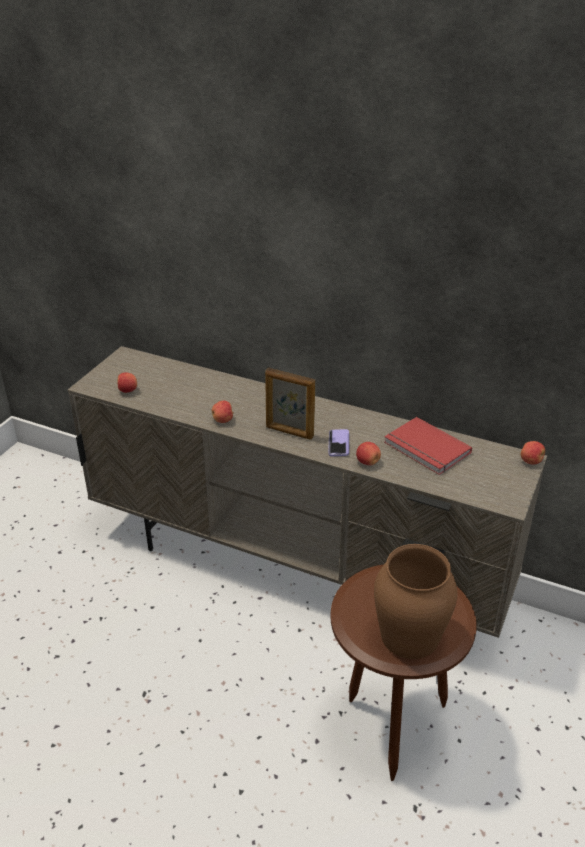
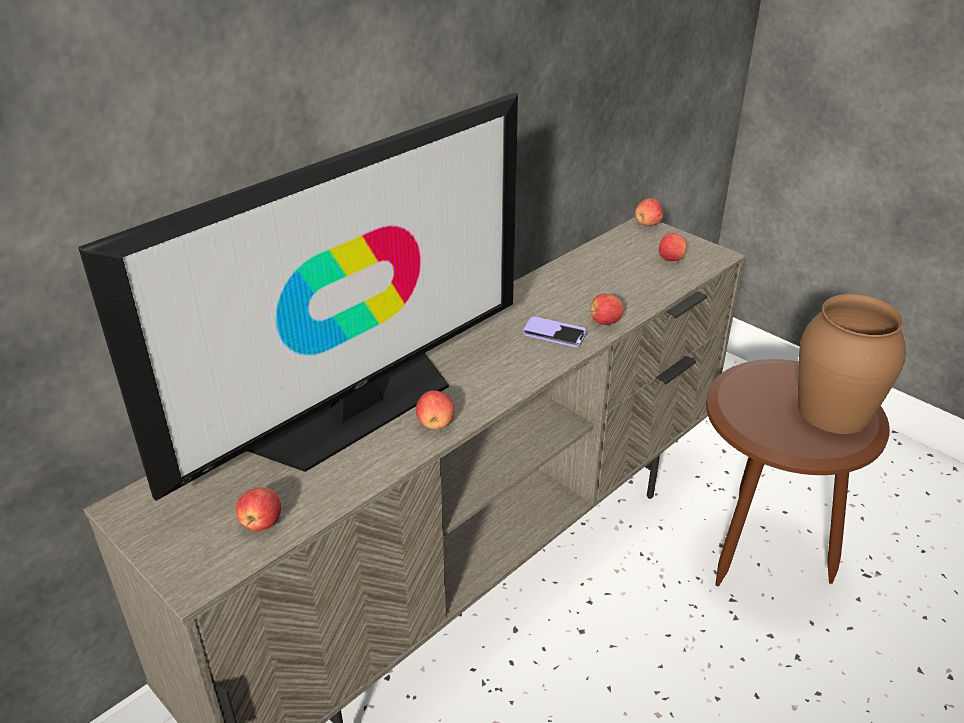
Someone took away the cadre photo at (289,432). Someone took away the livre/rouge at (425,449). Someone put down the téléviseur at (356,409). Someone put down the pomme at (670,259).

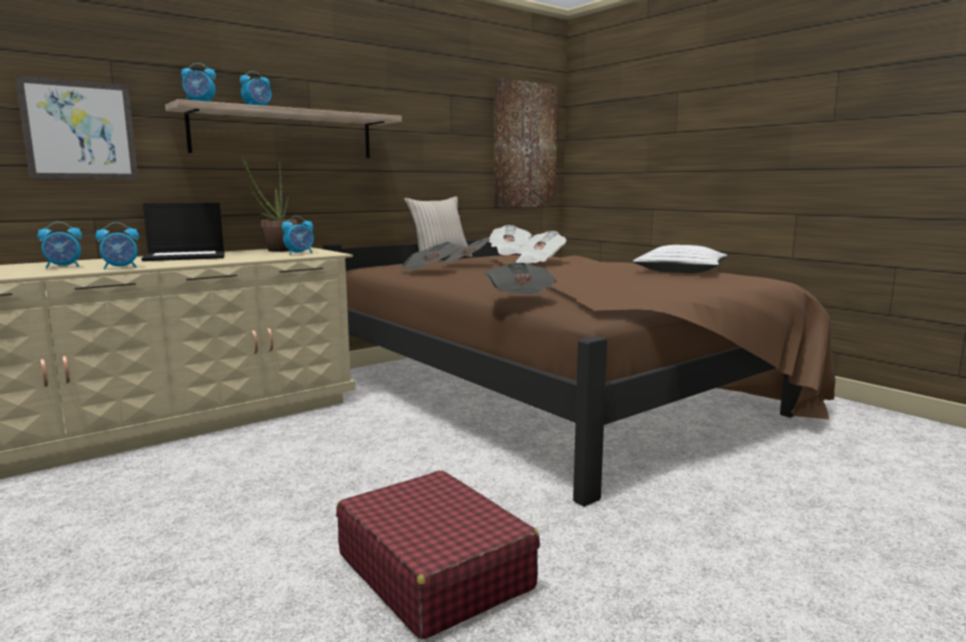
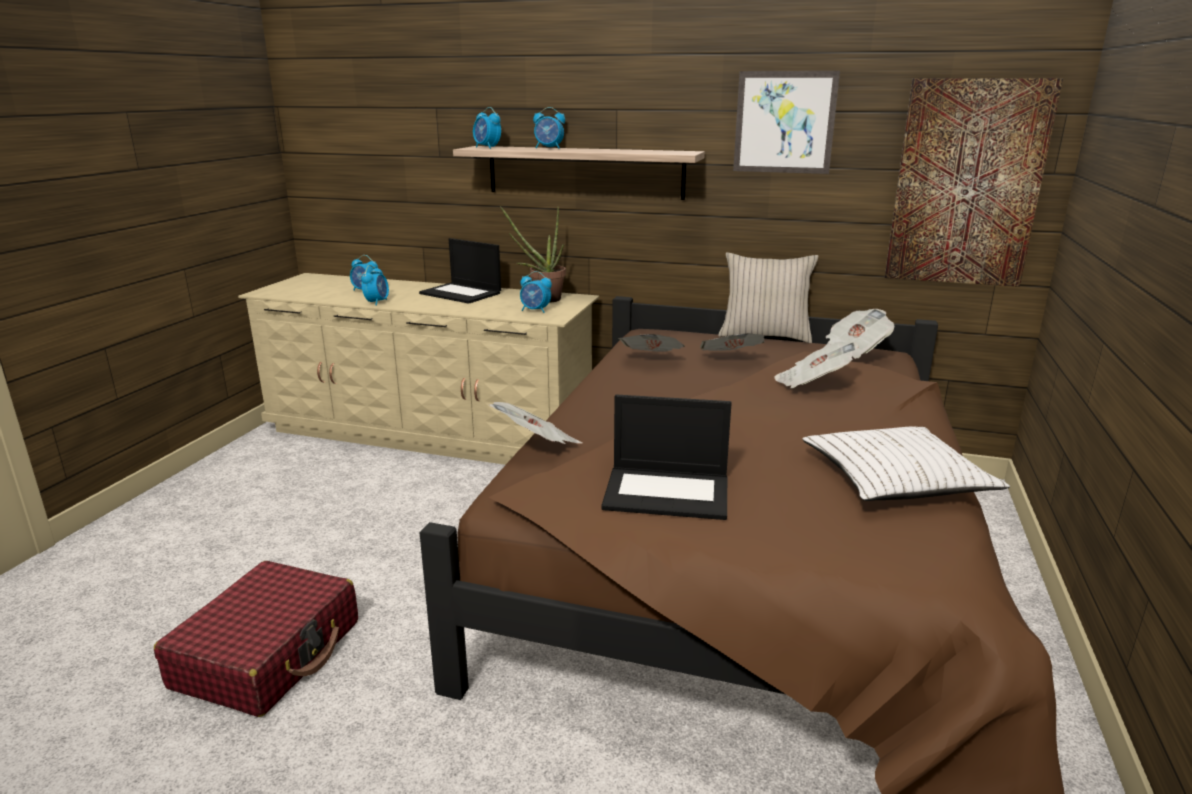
Someone carried the tableau from (79,130) to (784,122). Someone rotated the réveil at (121,268) by 105 degrees counterclockwise. Someone put down the ordinateur portable at (668,492).

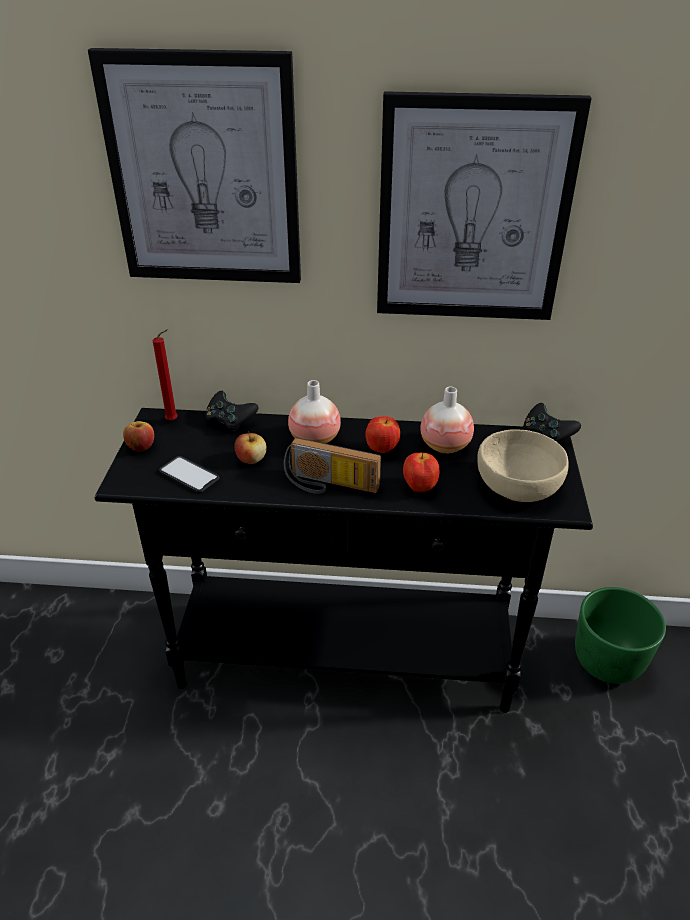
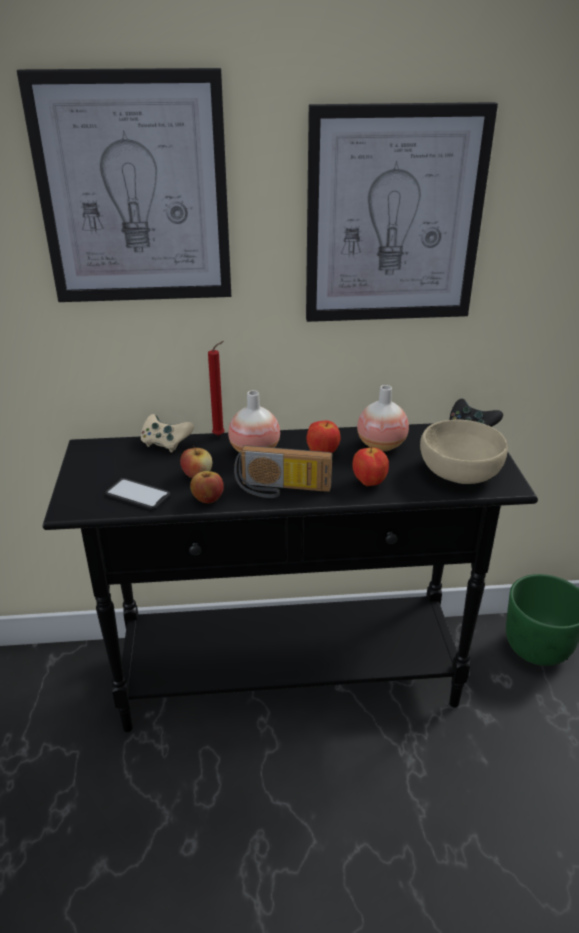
Someone carried the bougie/rouge from (174,420) to (220,435). Someone repainted the manette/noir at (230,421), which became the manette/beige at (165,443). Someone carried the pomme from (141,447) to (207,499).

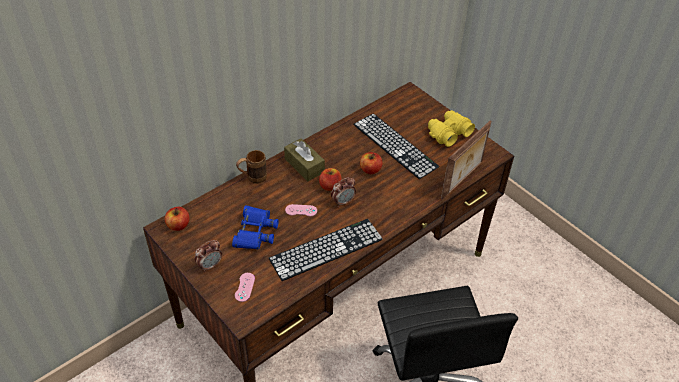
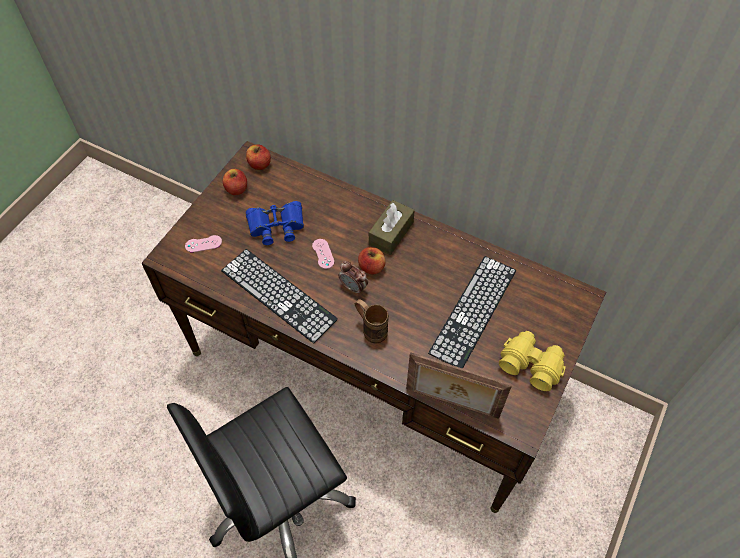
Someone carried the mug/marron from (252,178) to (370,329). Someone carried the pomme from (370,170) to (236,189). Someone took away the réveil at (210,265).

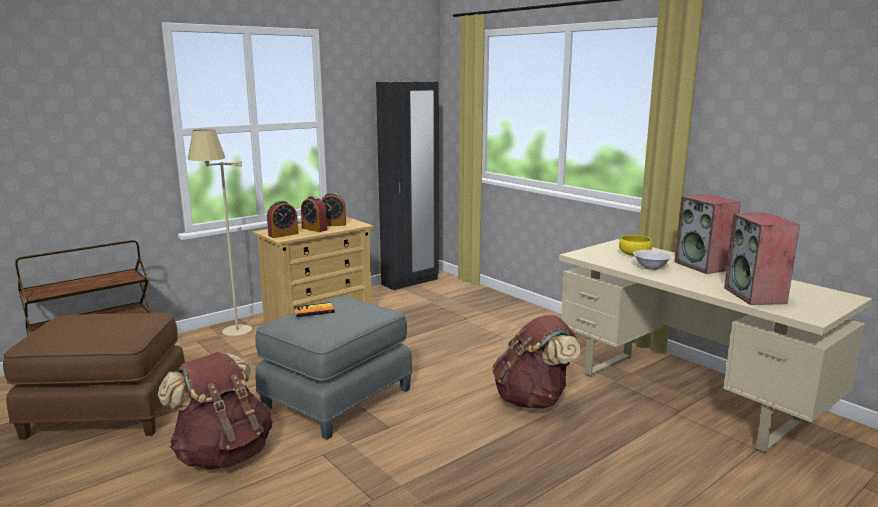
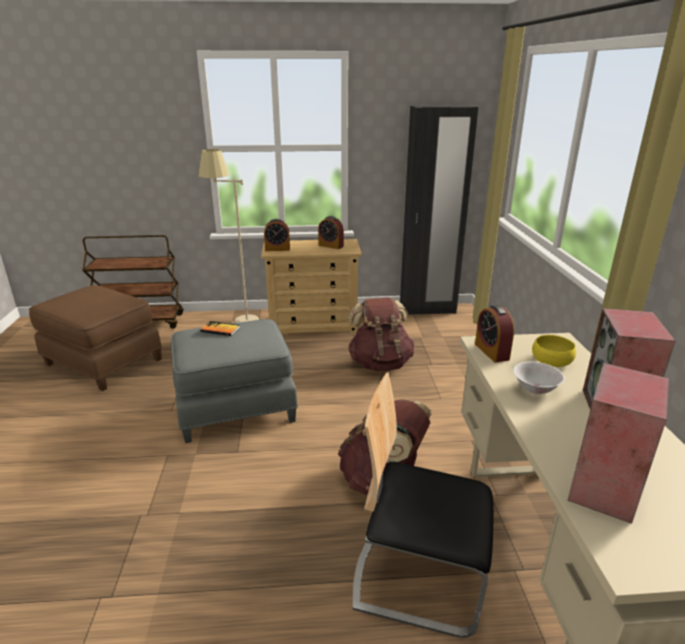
Someone carried the réveil from (314,229) to (491,351). Someone carried the sac à dos/marron from (223,454) to (380,363). Someone put down the chaise at (418,578).

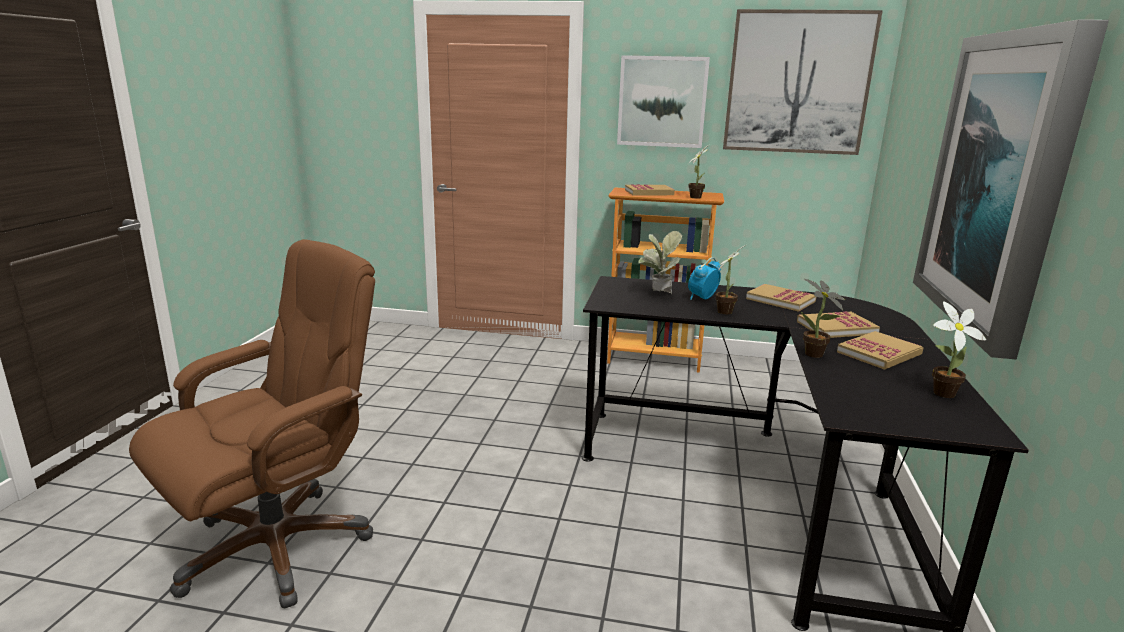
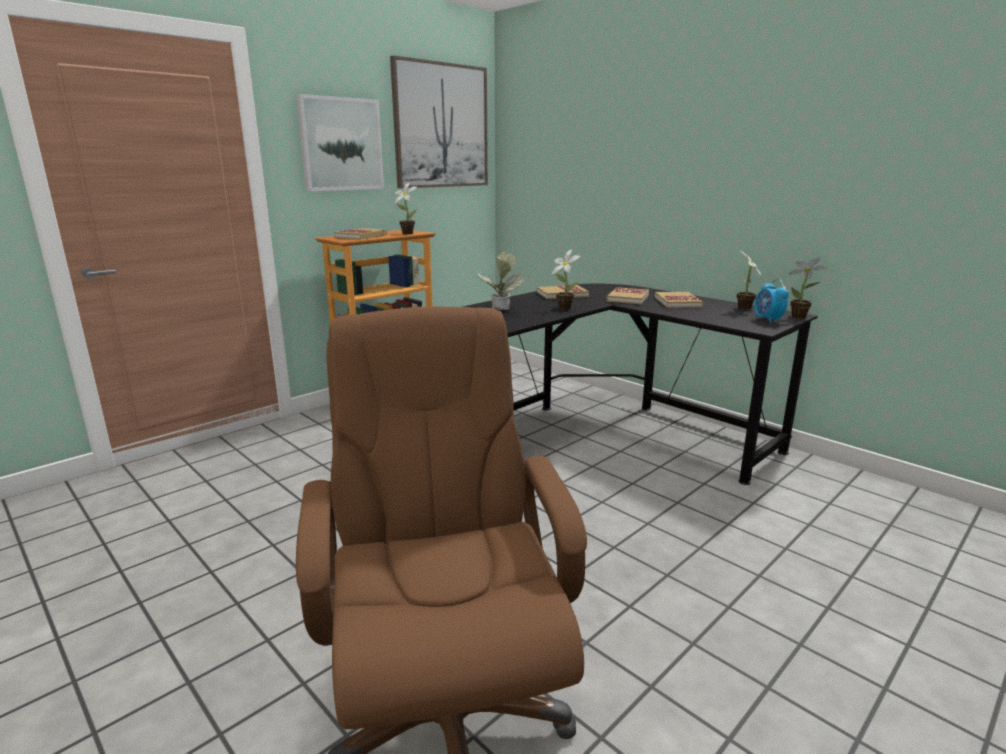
Someone took away the tableau at (998,183). Someone carried the réveil from (702,298) to (768,320). Someone carried the plante en pot from (815,355) to (801,317).

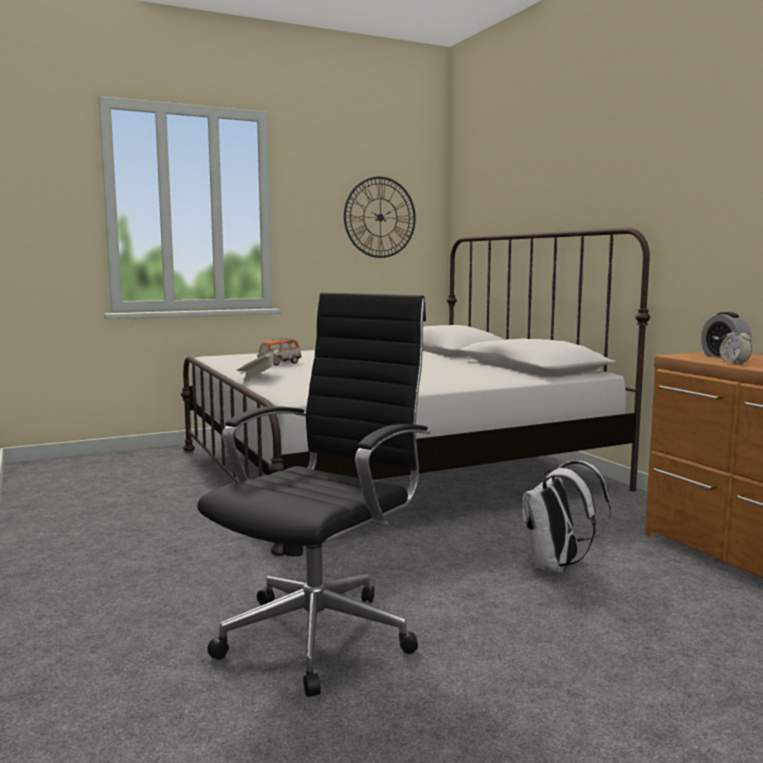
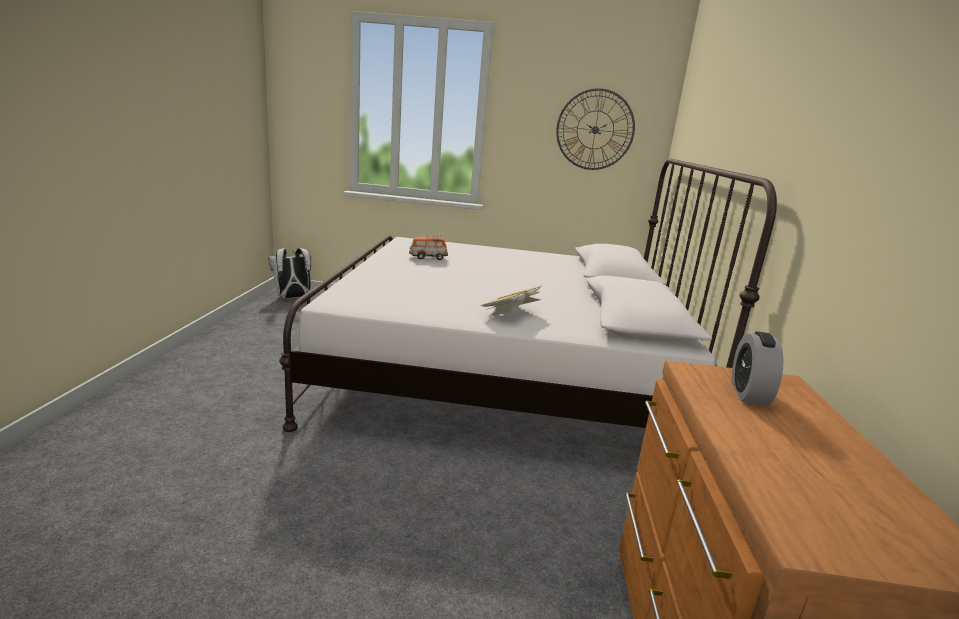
Someone took away the chaise de bureau/noir at (322,633). Someone took away the réveil at (734,363). Someone carried the livre from (260,377) to (511,314). Someone carried the sac à dos/blanc from (556,567) to (293,298).

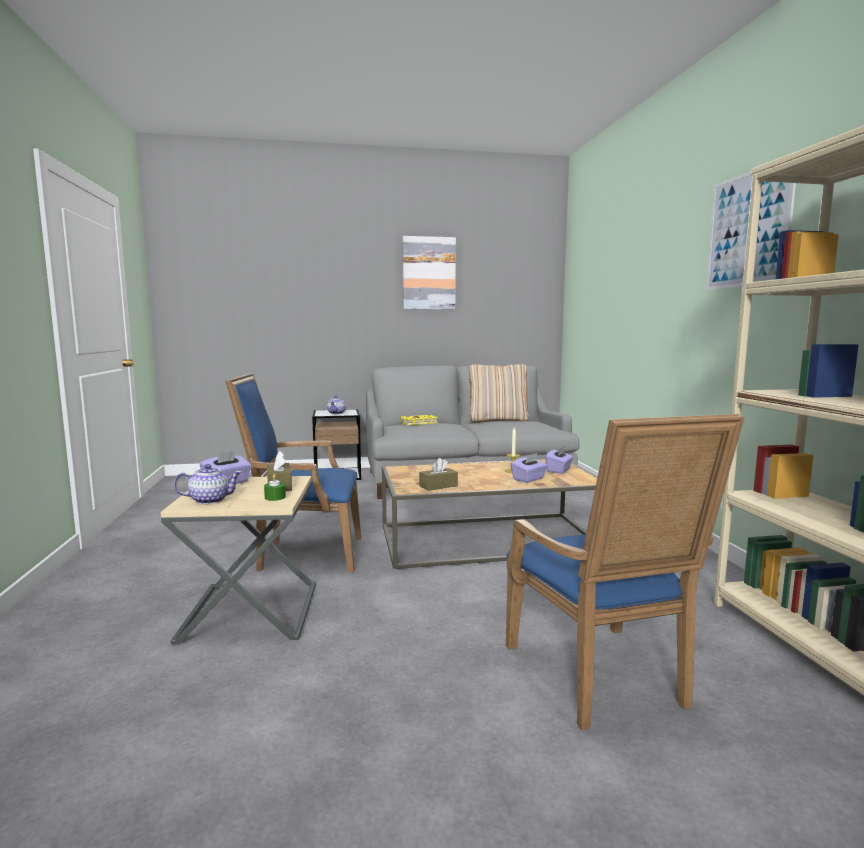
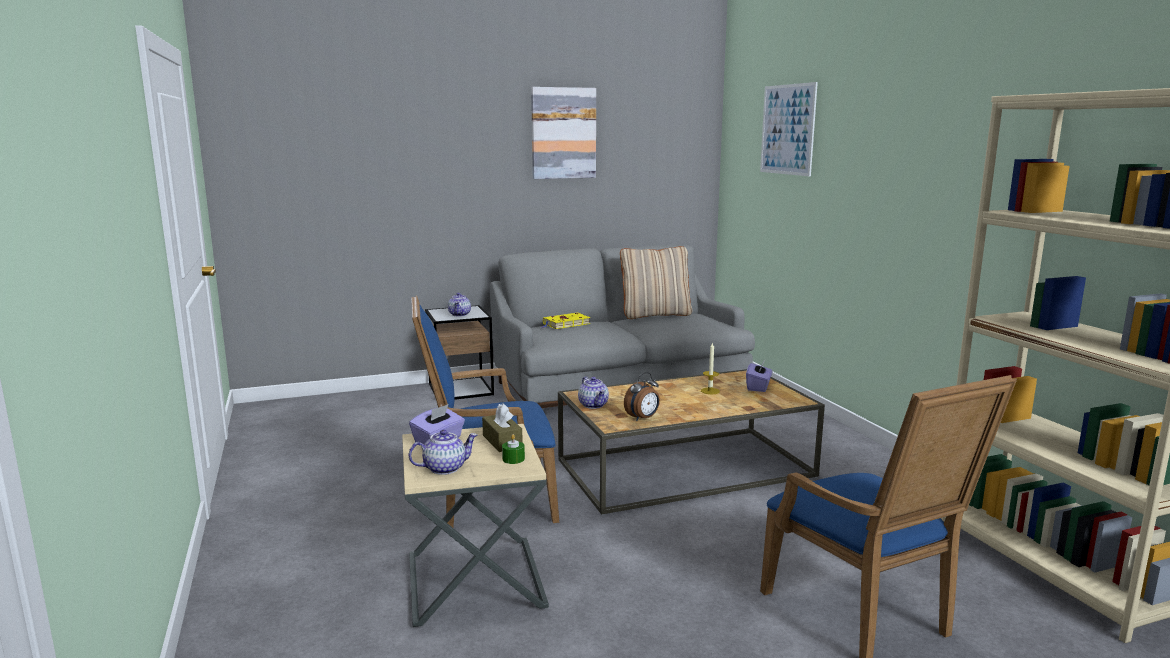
Someone carried the tableau from (748,229) to (787,129). Someone took away the boîte à mouchoirs/violet at (529,479). Someone swapped the boîte à mouchoirs/marron at (438,486) for the réveil at (643,418). Someone put down the théière at (593,405).

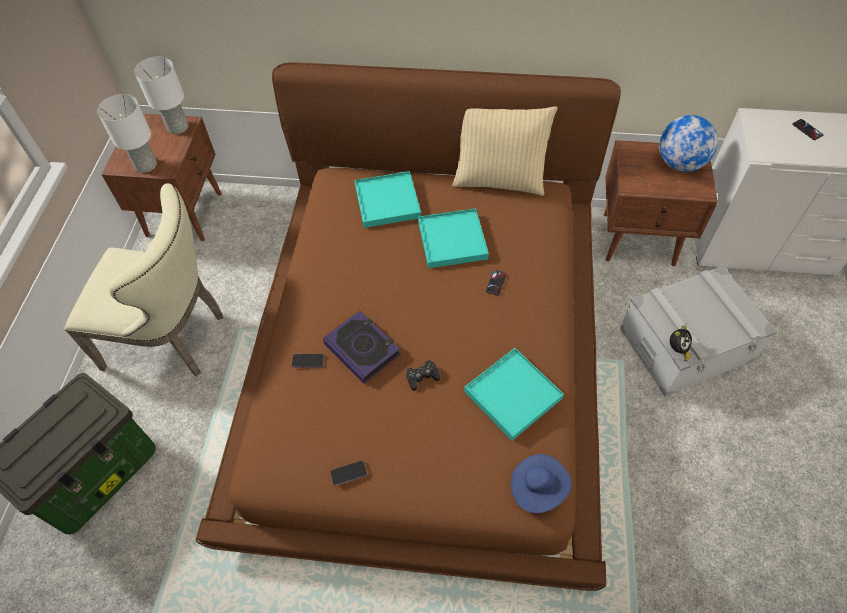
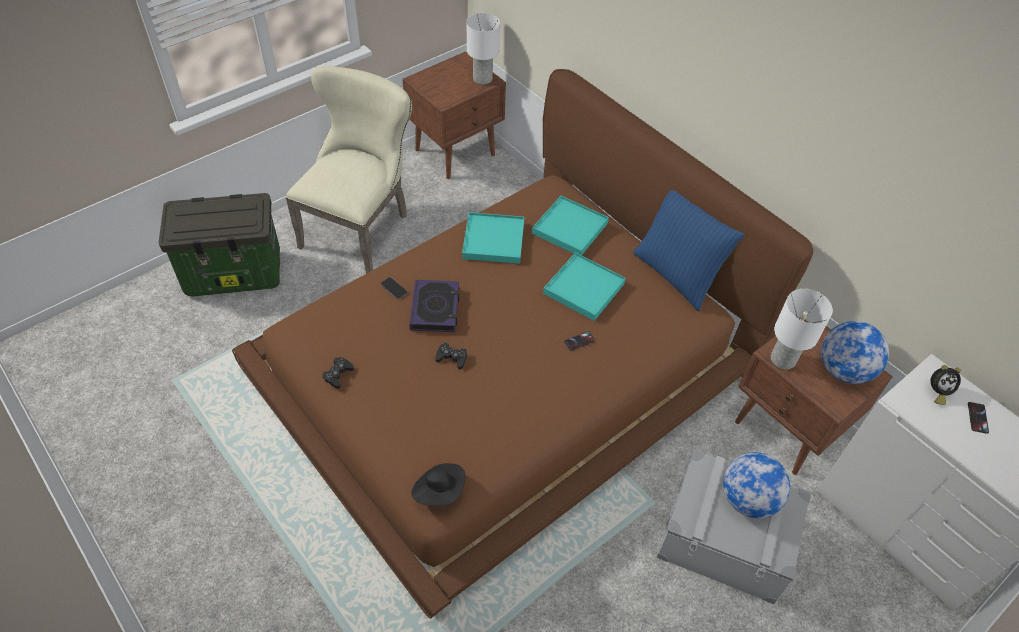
Someone carried the lampe de table/blanc from (145,165) to (782,359). Someone repainted the coussin/beige at (499,179), which became the coussin/bleu at (677,274). Someone rotated the chaise/beige at (173,338) by 120 degrees counterclockwise. Someone carried the réveil from (677,350) to (937,392). Someone carried the plateau/turquoise from (513,395) to (493,240). Someone repainted the chapeau/bleu at (537,488), which became the chapeau/noir at (440,491). Someone swapped the téléphone at (348,473) for the manette/noir at (338,374). Someone put down the globe at (747,499).

